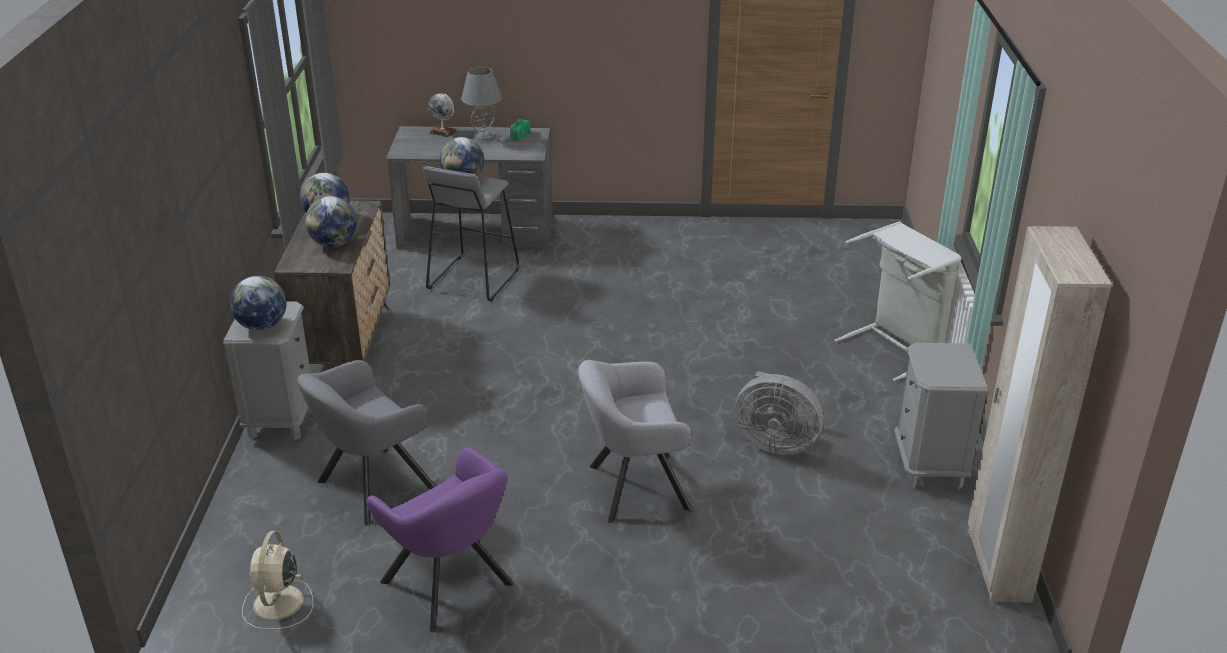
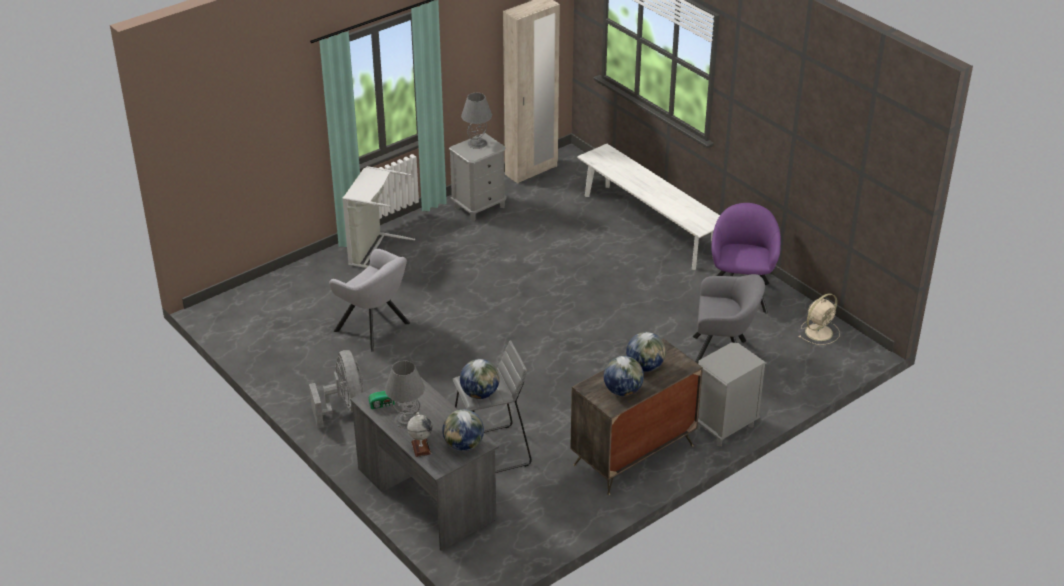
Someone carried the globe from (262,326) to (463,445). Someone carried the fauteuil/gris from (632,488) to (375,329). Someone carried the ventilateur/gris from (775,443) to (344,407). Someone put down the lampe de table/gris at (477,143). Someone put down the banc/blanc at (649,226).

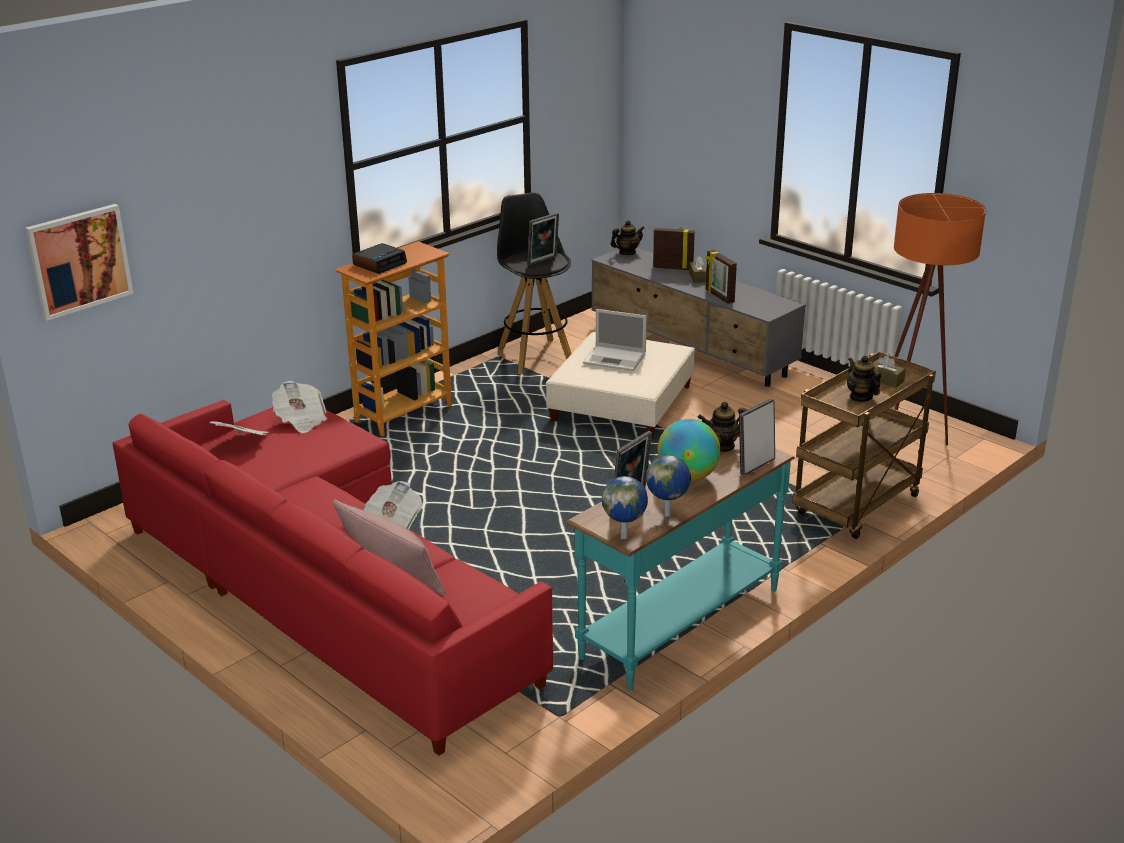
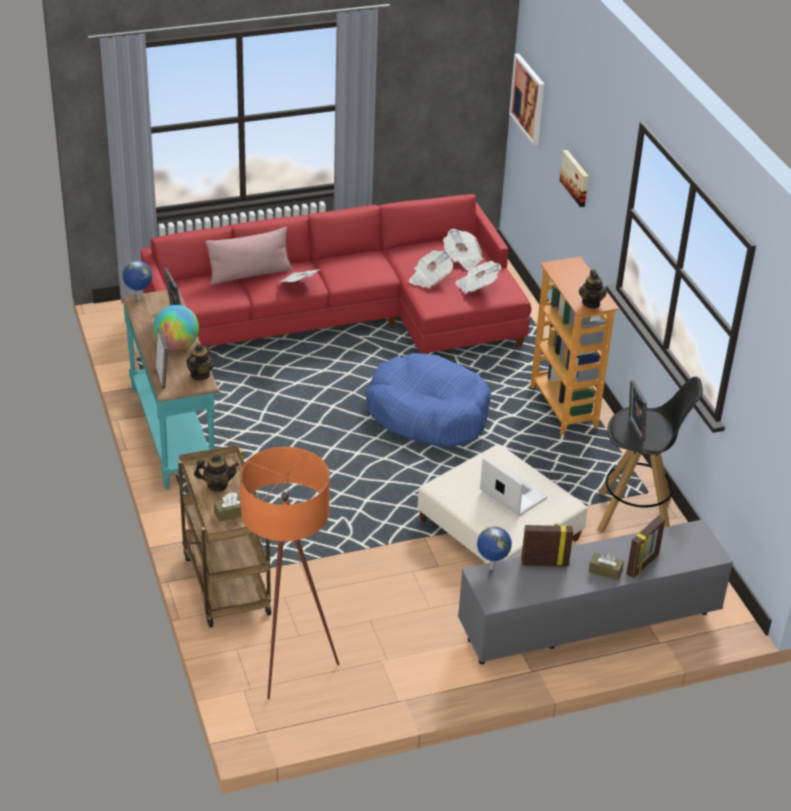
Someone carried the théière from (627,252) to (591,303). Someone took away the réveil at (380,264). Someone rotated the ordinateur portable at (615,359) by 90 degrees clockwise. Someone carried the globe from (668,514) to (491,568). Someone put up the tableau at (576,178). Someone put down the journal at (430,279). Someone put down the panier pour chien/bleu at (428,414).

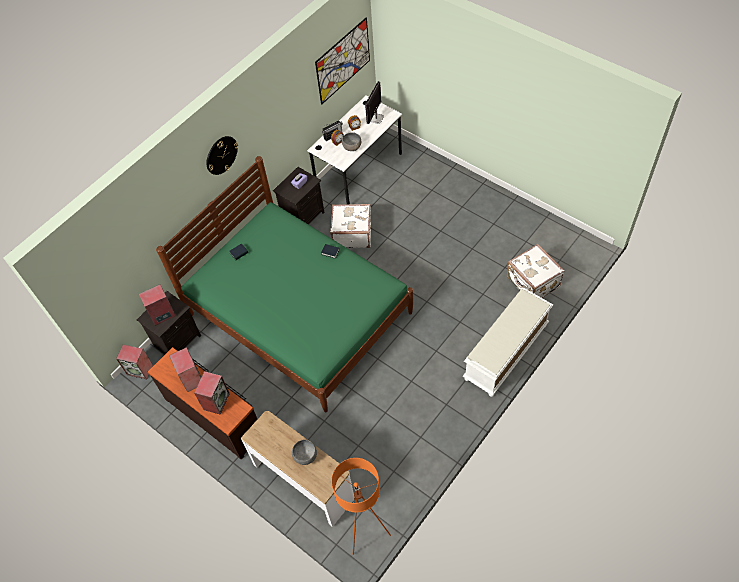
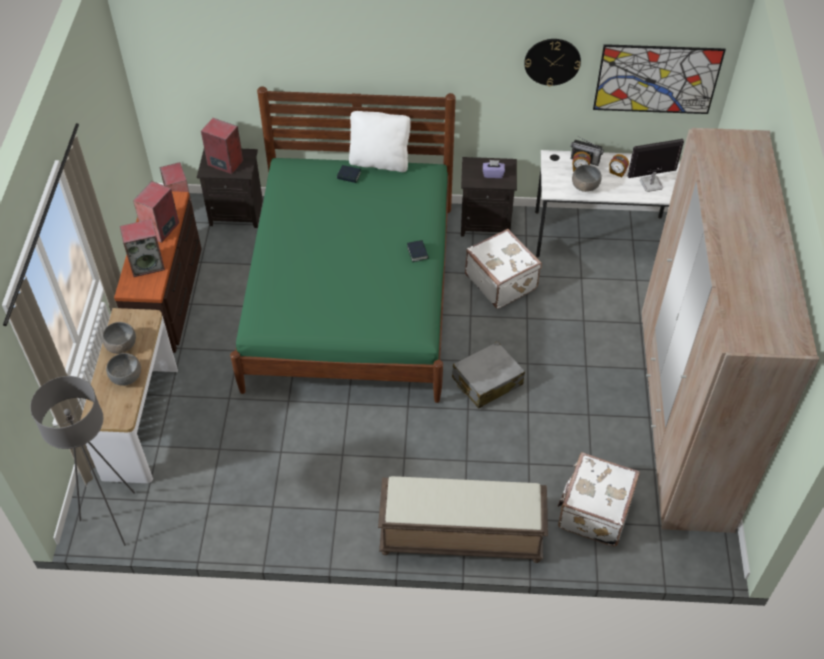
Someone carried the horloge murale from (221,155) to (552,61). Someone repainted the banc/blanc at (506,353), which became the banc/marron at (460,537). Someone repainted the lampadaire/orange at (366,532), which became the lampadaire/gris at (114,518). Someone put down the coussin/blanc at (379,162). Someone put down the armoire/beige at (682,419). Someone put down the bol/gris at (121,345). Someone put down the valise/gris at (487,381).

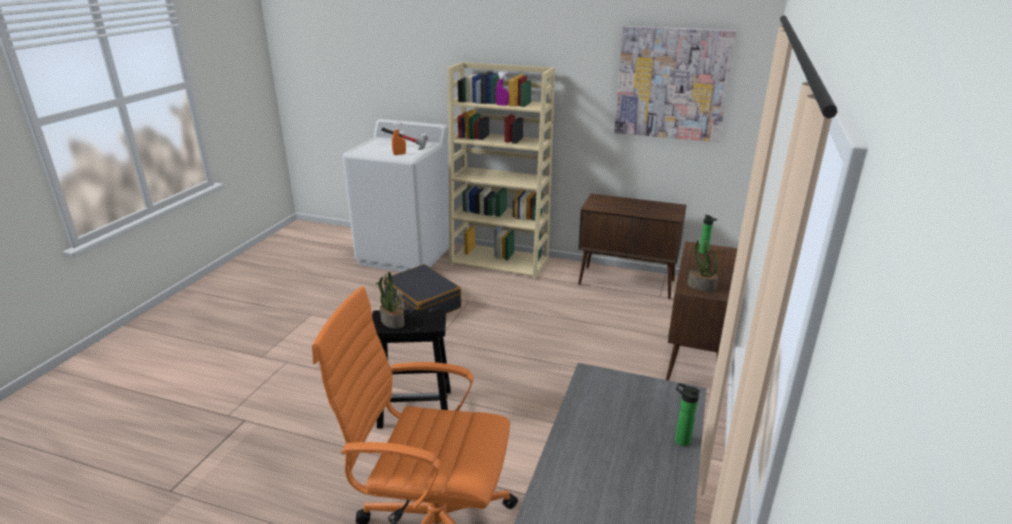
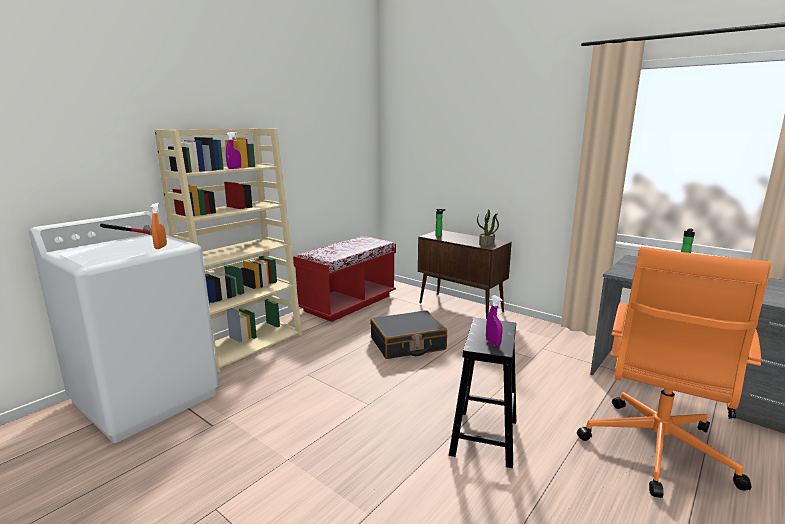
Someone took away the tableau at (672,83). Someone swapped the meuble de rangement/marron at (627,283) for the banc/rouge at (348,303). Someone carried the valise/noir from (422,303) to (407,344). Someone swapped the plante en pot at (392,322) for the vaporisateur/violet at (493,343).

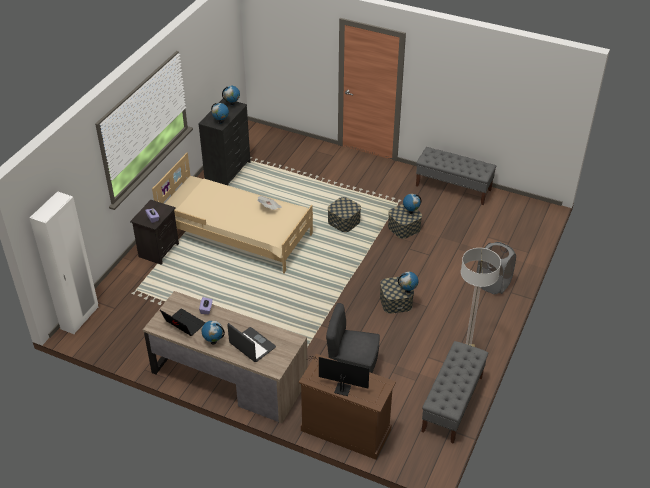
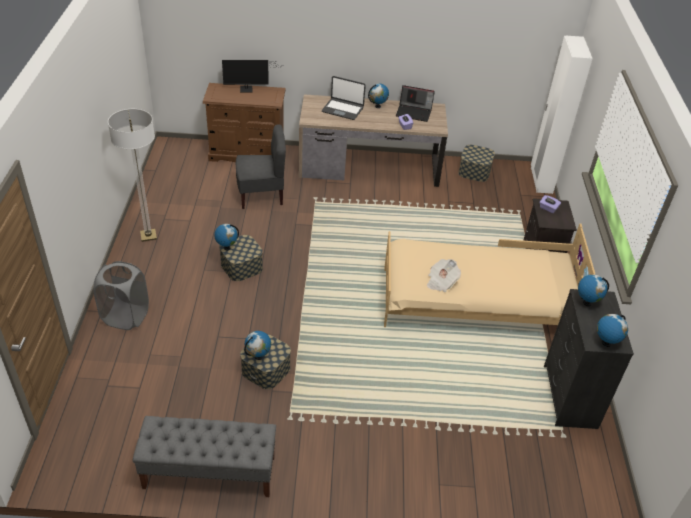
Someone carried the boîte de rangement from (344,221) to (474,171). Someone took away the banc/gris at (452,404).

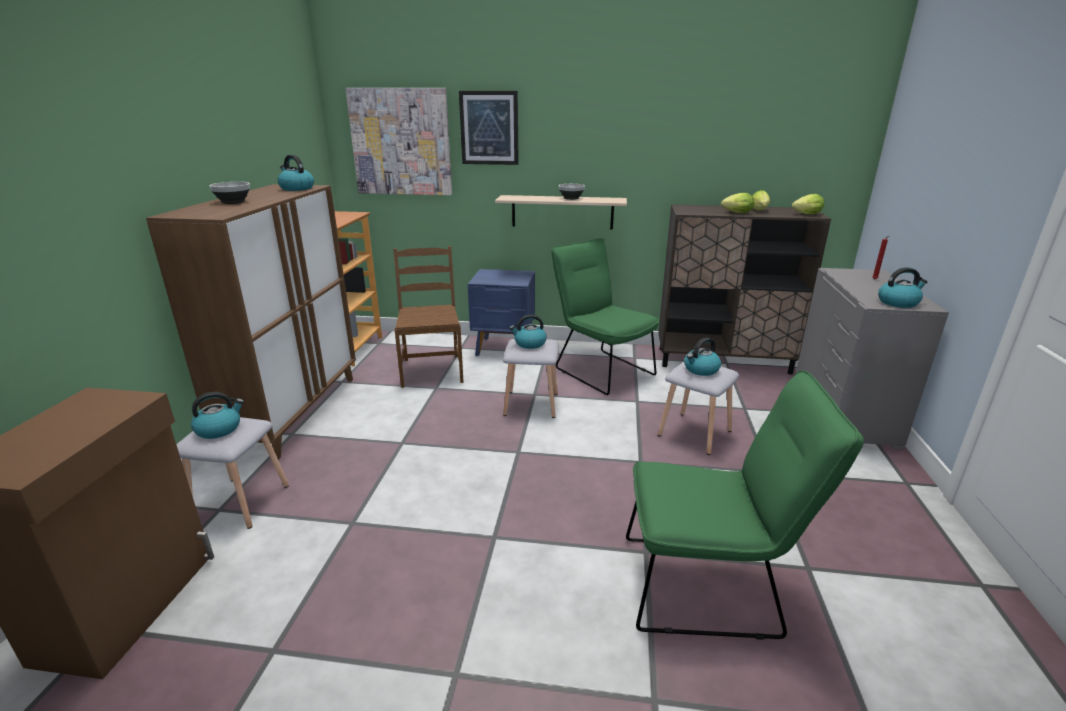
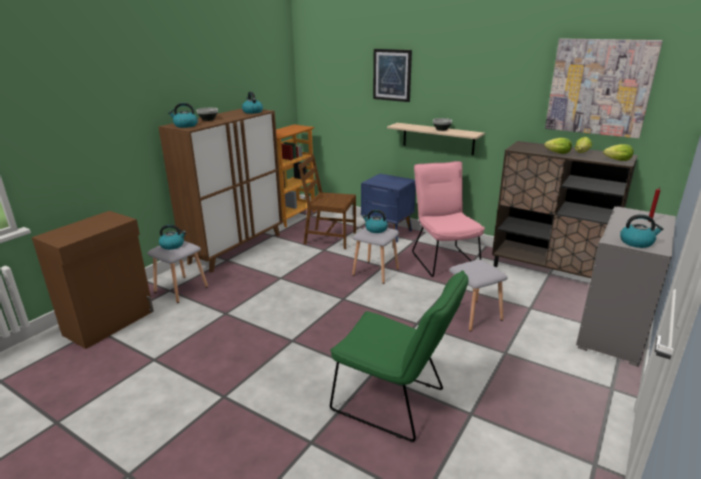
Someone carried the tableau from (401,142) to (599,87). Someone repainted the chaise/vert at (600,369), which became the chaise/rose at (443,259). Someone rotated the chaise/marron at (431,370) by 90 degrees counterclockwise. Someone carried the bouilloire from (701,370) to (185,125).

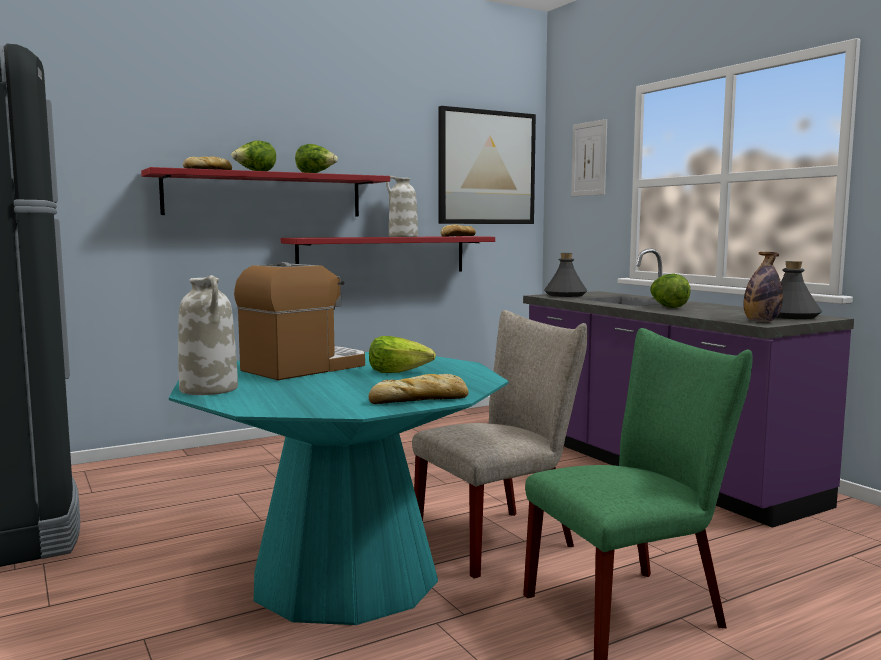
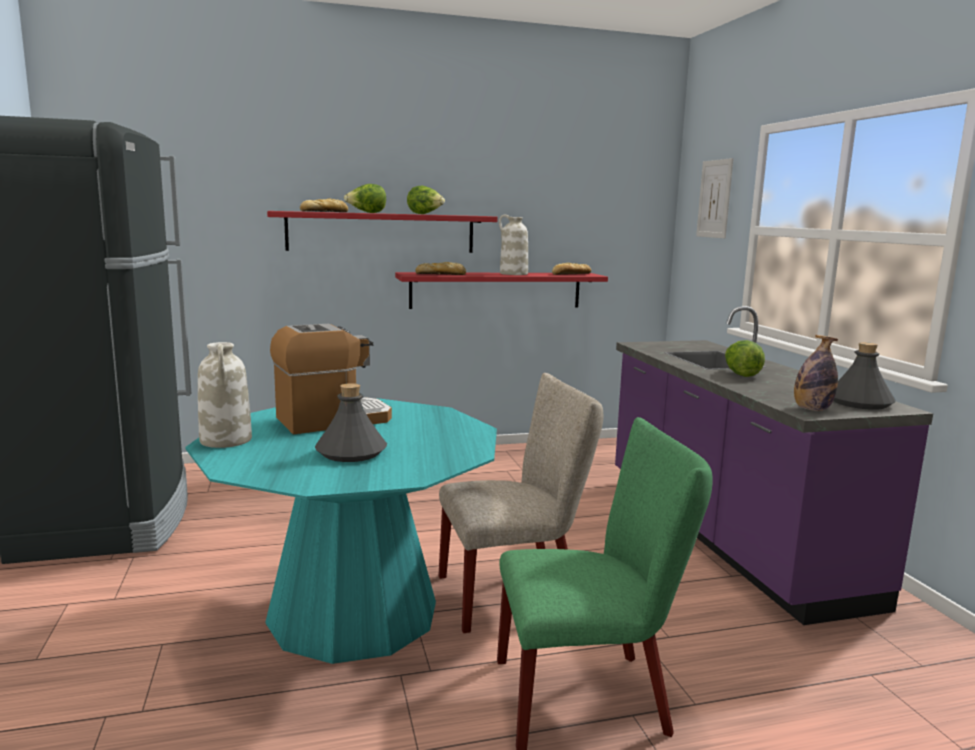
Someone took away the tableau at (486,167). Someone carried the bouteille/gris from (565,295) to (351,452). Someone took away the laitue at (399,372). Someone carried the pain from (421,399) to (441,274).

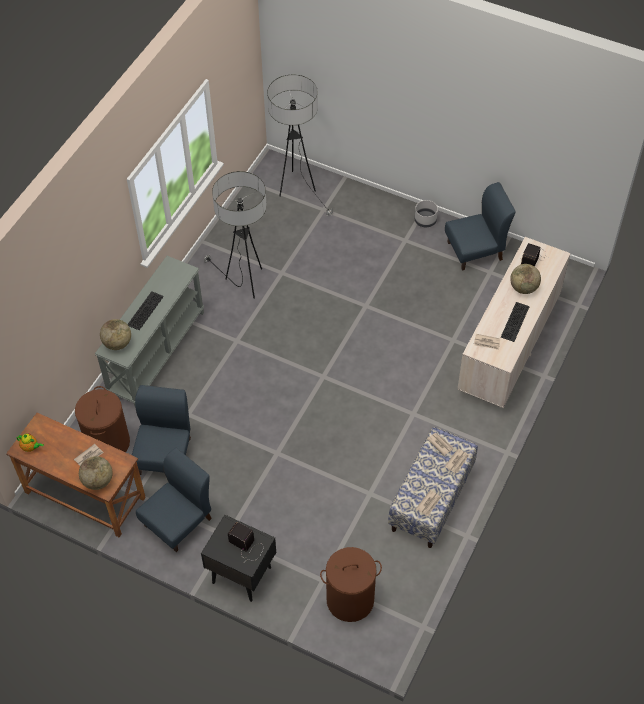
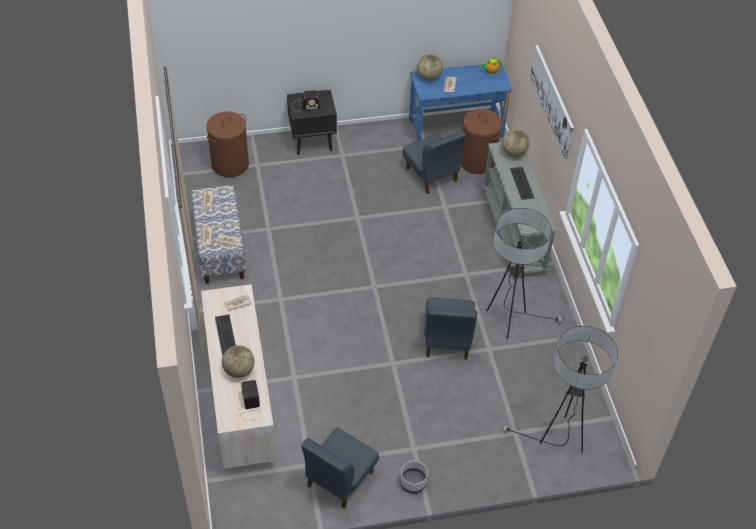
Someone repainted the bureau/marron at (84,495), which became the bureau/bleu at (456,128). Someone carried the chaise/bleu from (178,522) to (447,340). Someone put up the tableau at (552,100).

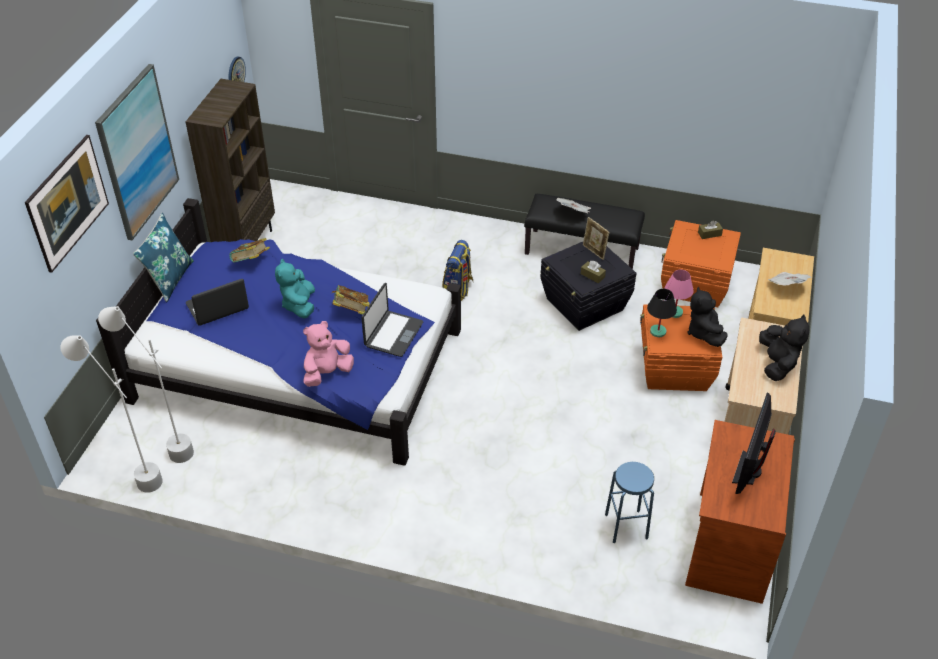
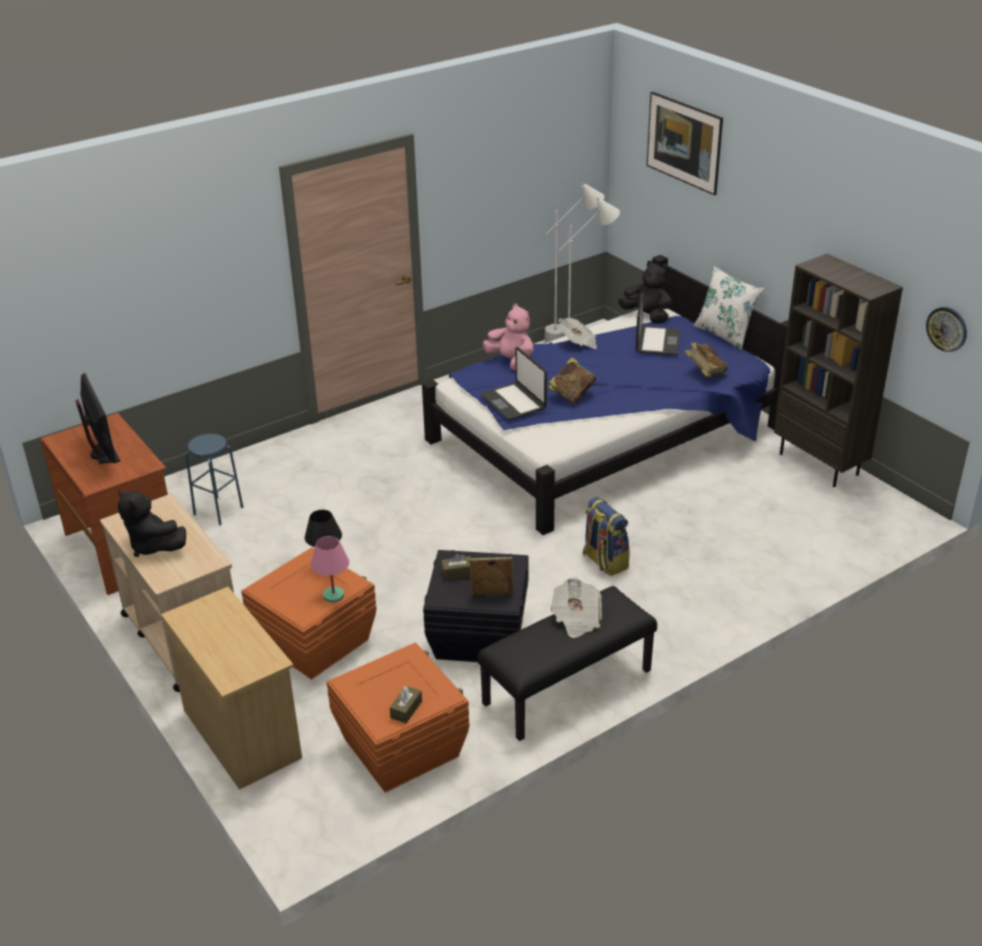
Someone took away the tableau at (137,152). Someone repainted the coussin/bleu at (170,279), which became the coussin/blanc at (725,334). Someone took away the peluche/turquoise at (299,305). Someone carried the journal from (787,286) to (578,343). Someone carried the peluche/noir from (704,333) to (646,316). Someone rotated the peluche/rose at (327,373) by 45 degrees counterclockwise.

